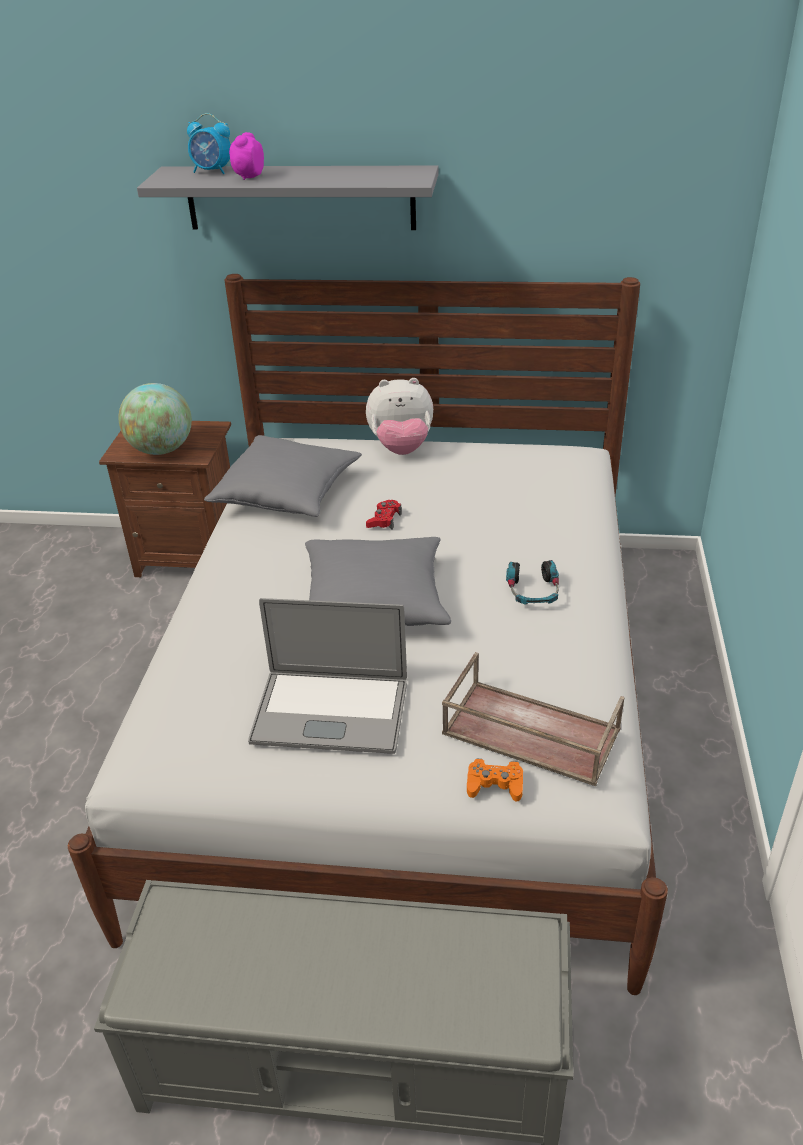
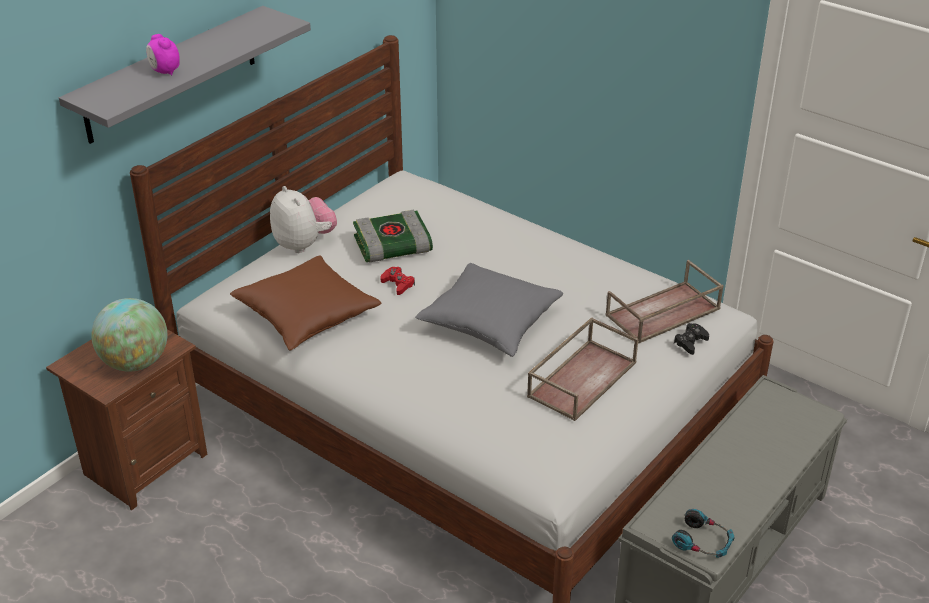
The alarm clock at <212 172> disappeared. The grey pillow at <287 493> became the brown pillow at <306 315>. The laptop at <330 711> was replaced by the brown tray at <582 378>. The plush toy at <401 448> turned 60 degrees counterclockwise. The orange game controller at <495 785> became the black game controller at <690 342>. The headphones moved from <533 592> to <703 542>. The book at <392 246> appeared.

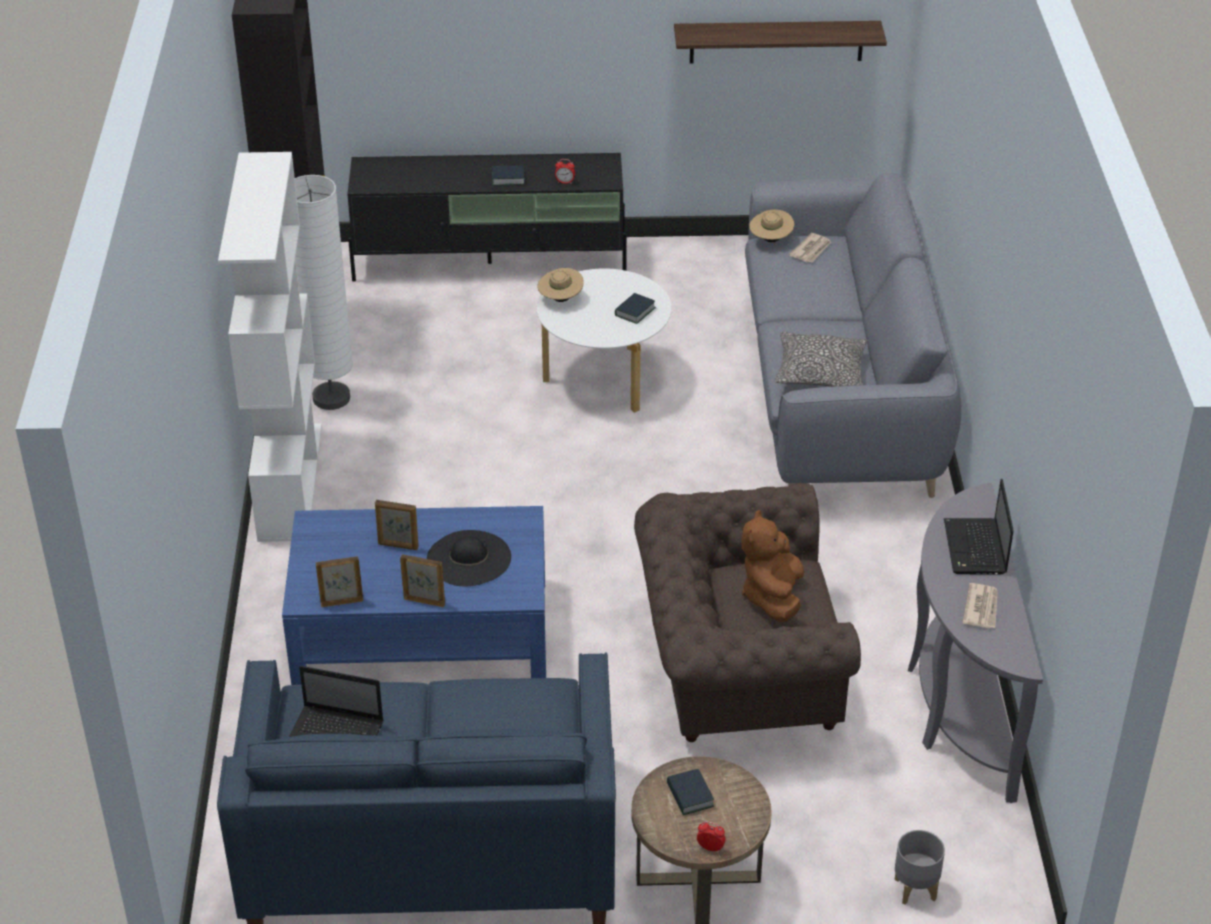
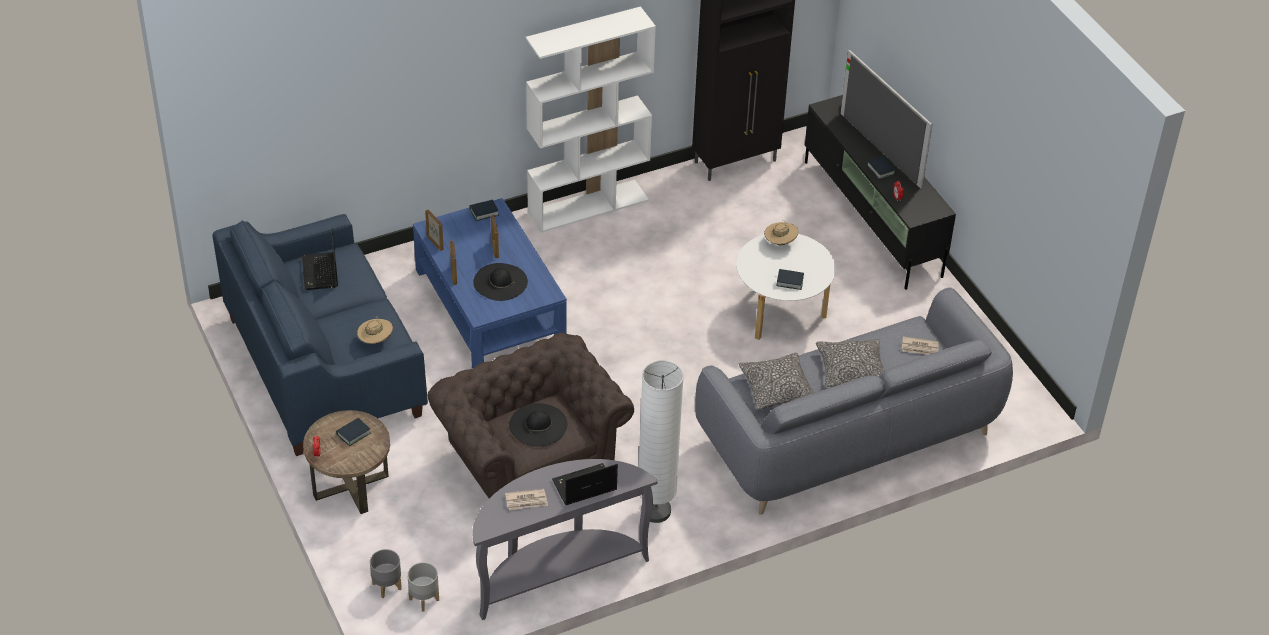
The white floor lamp moved from <331 398> to <656 511>. The shelf at <776 41> disappeared. The brown plush toy at <772 597> was replaced by the black hat at <538 425>. The beige hat moved from <770 239> to <375 340>. The grey planter at <423 599> appeared. The book at <484 212> appeared. The pillow at <851 370> appeared. The television at <880 150> appeared.

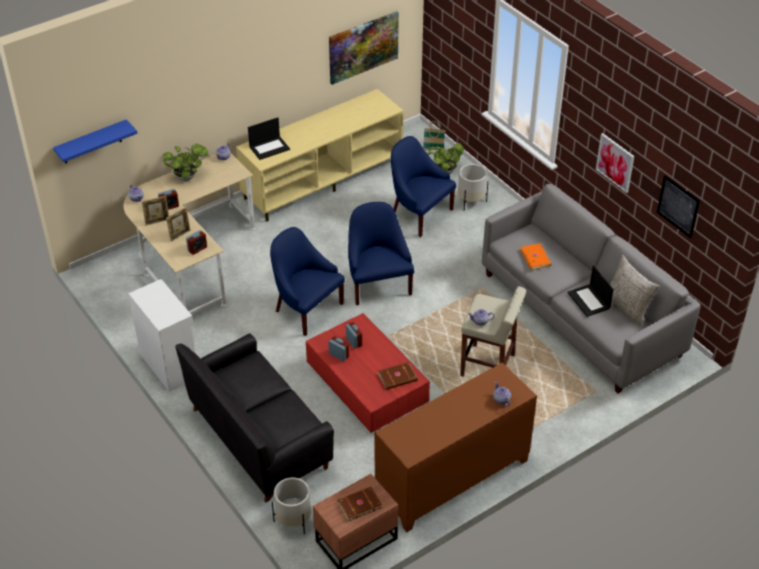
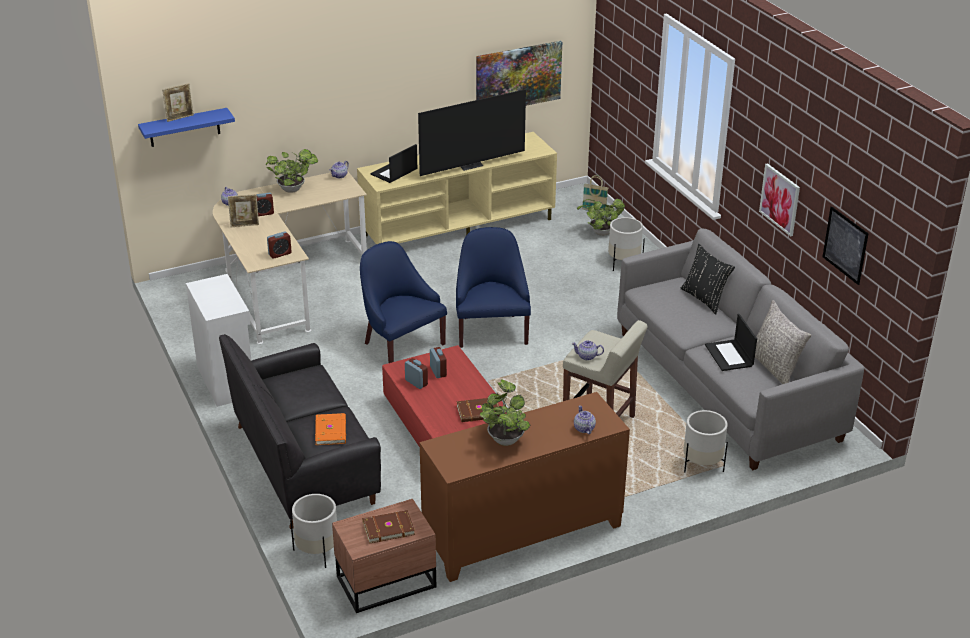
The picture frame moved from <180 235> to <180 118>. The laptop at <269 147> turned 150 degrees clockwise. The blue armchair at <419 214> disappeared. The orange book moved from <536 257> to <331 431>. The television at <470 165> appeared. The potted plant at <505 438> appeared. The black pillow at <704 299> appeared. The white planter at <702 464> appeared.

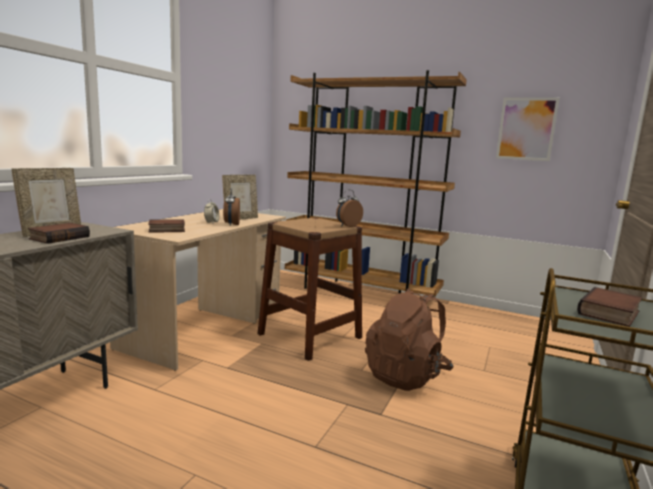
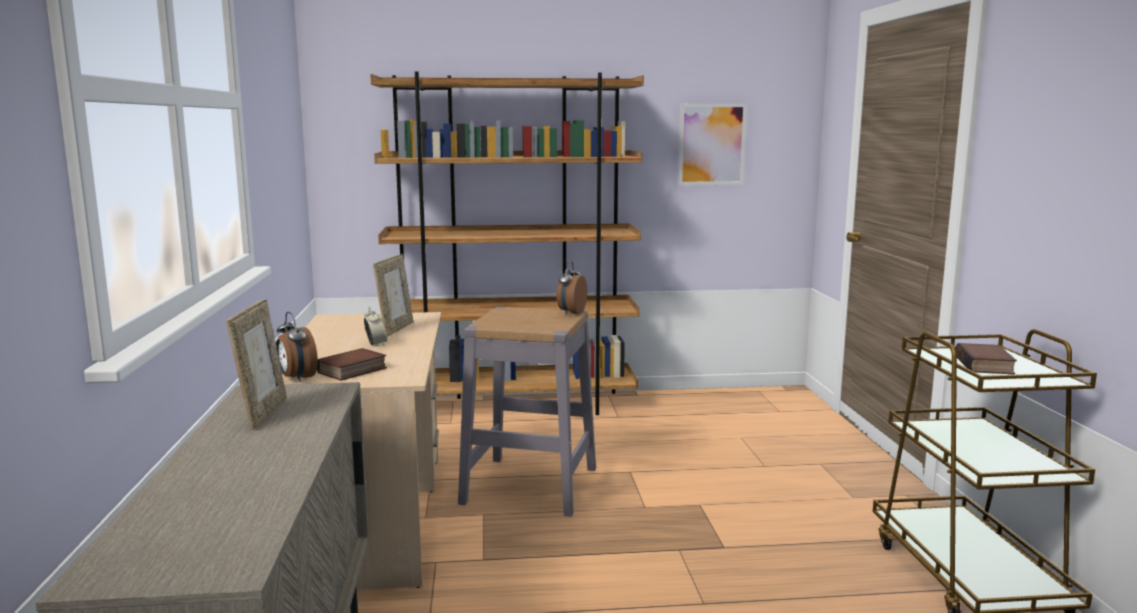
The book at <59 237> disappeared. The alarm clock moved from <231 224> to <296 378>. The brown stool at <310 336> became the grey stool at <530 485>. The brown backpack at <406 375> disappeared.

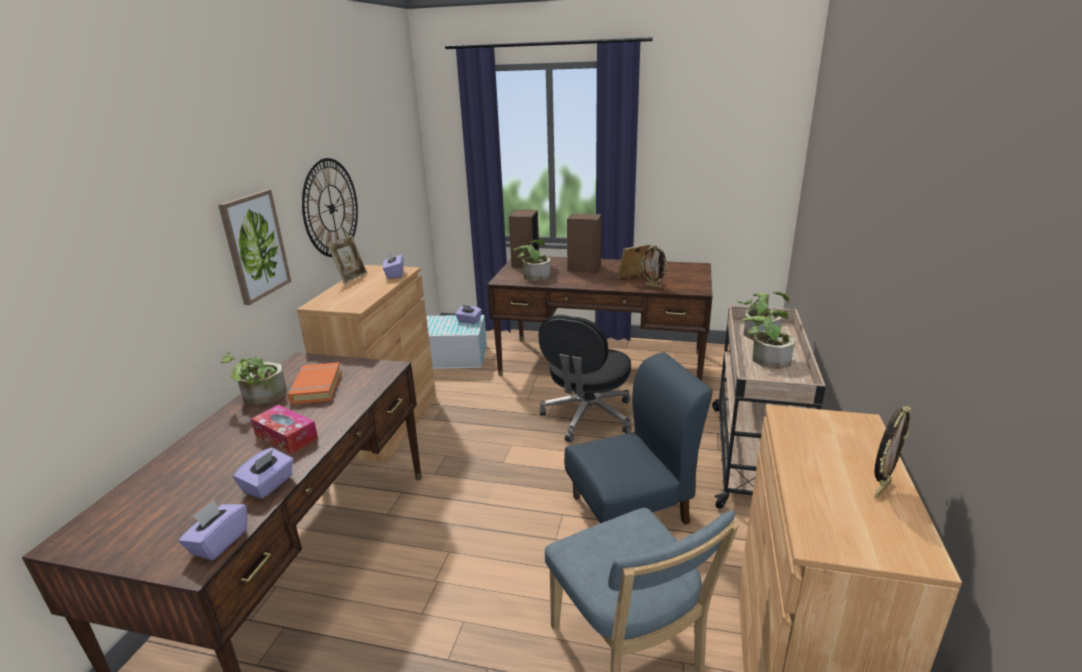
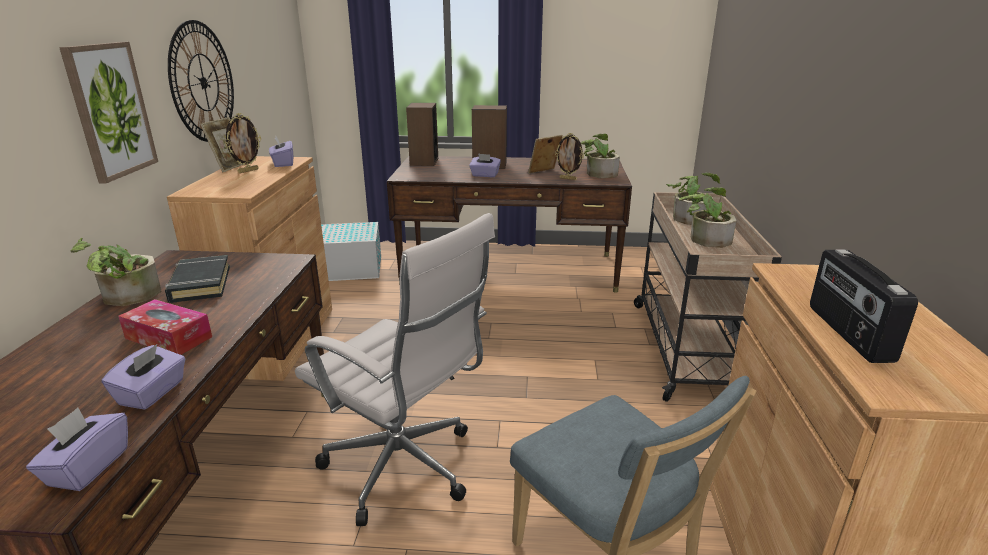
The orange book at <316 387> became the black book at <200 284>. The purple tissue box moved from <469 321> to <485 175>. The potted plant moved from <534 275> to <597 173>. The black office chair at <587 417> disappeared. The blue chair at <631 509> disappeared. The picture frame moved from <880 489> to <248 171>. The white office chair at <405 469> appeared. The radio at <847 333> appeared.

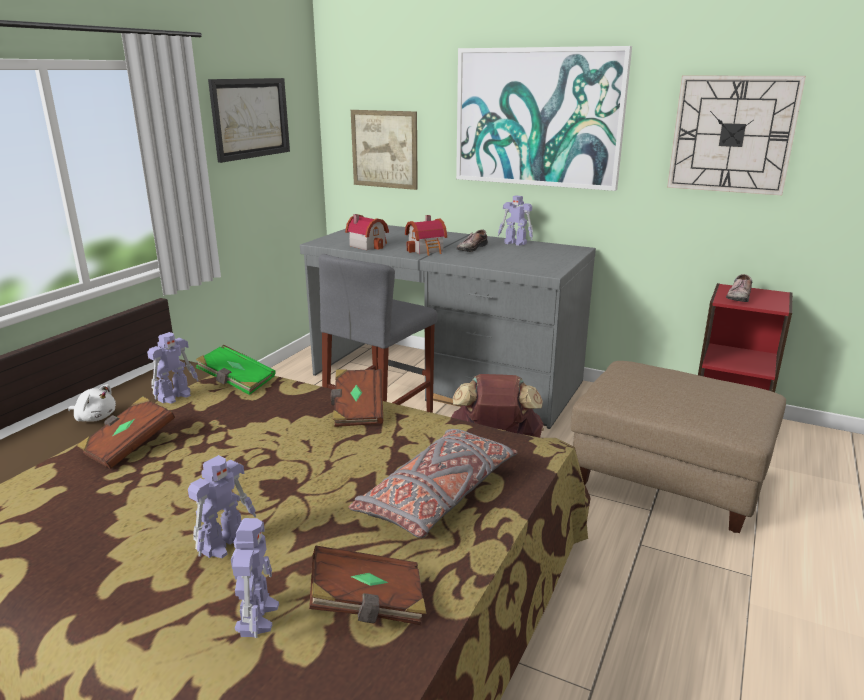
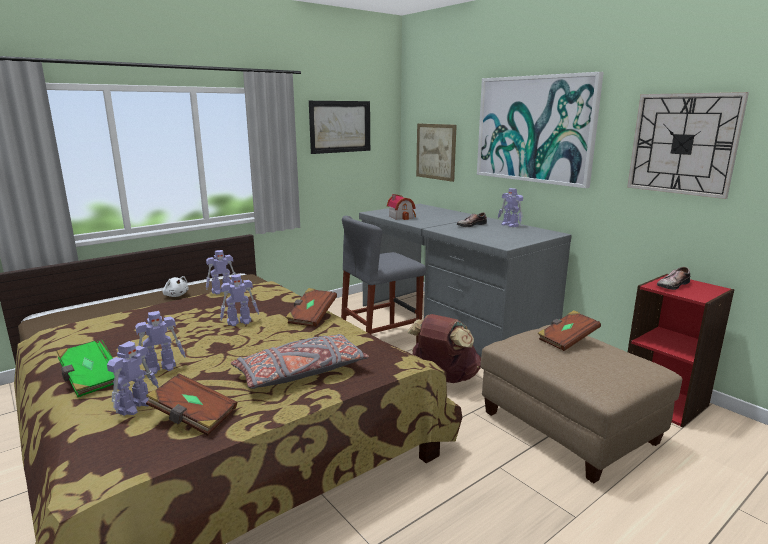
The brown book moved from <129 446> to <566 340>. The green book moved from <237 382> to <91 379>. The toy house at <427 250> disappeared. The toy robot at <240 322> appeared.

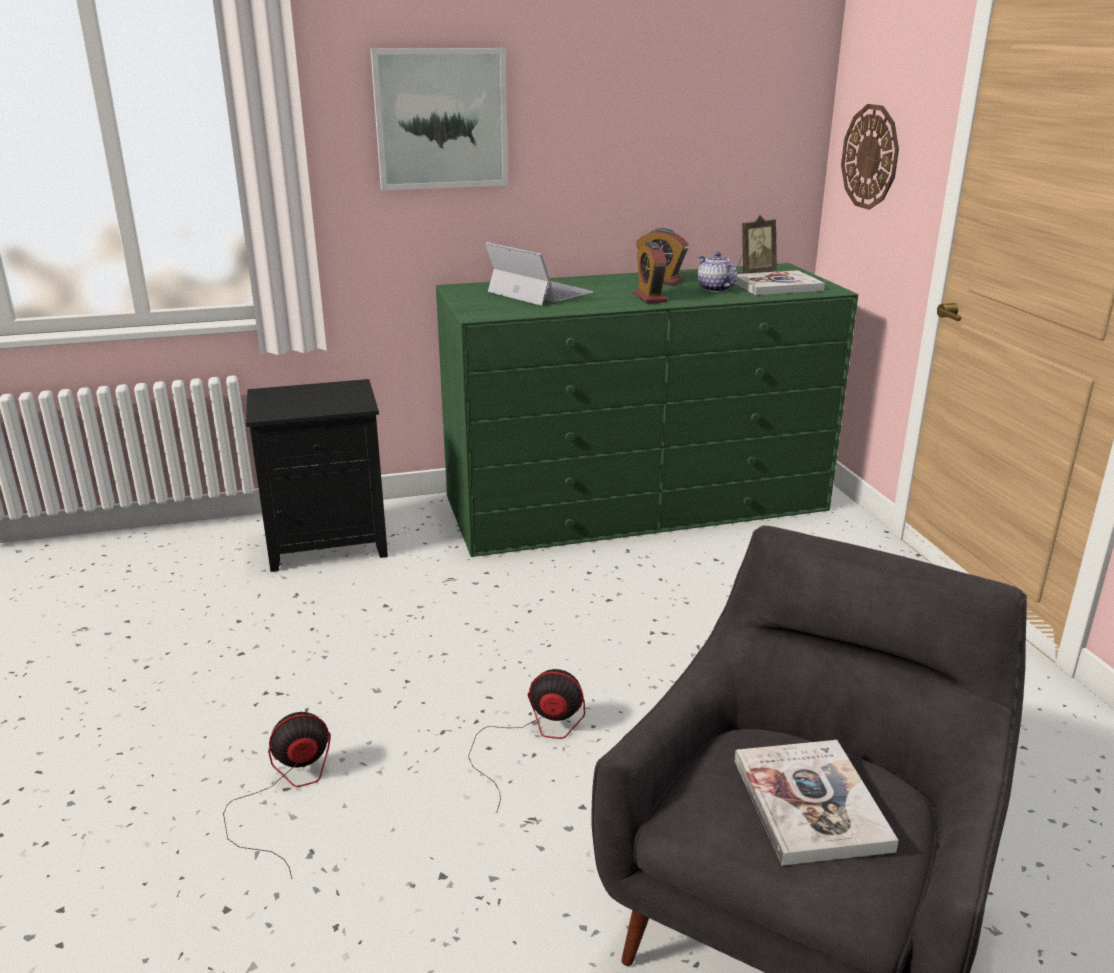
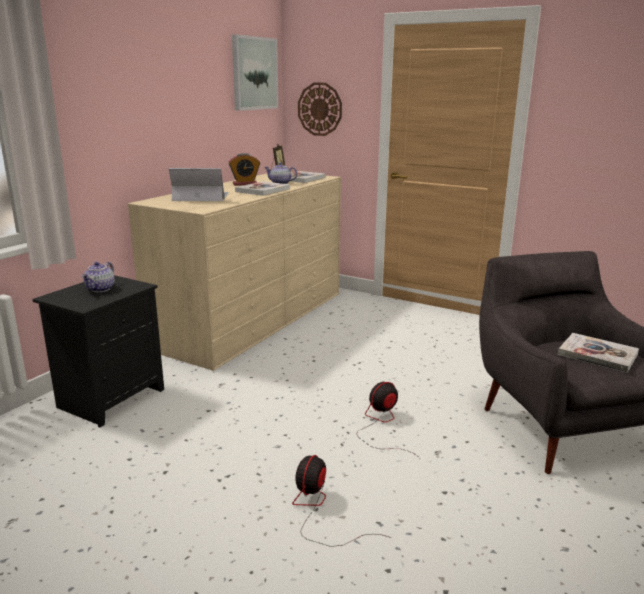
The picture moved from <441 119> to <254 73>. The green dresser at <636 503> became the beige dresser at <252 318>. The alarm clock at <650 297> was replaced by the book at <262 190>. The teapot at <101 289> appeared.

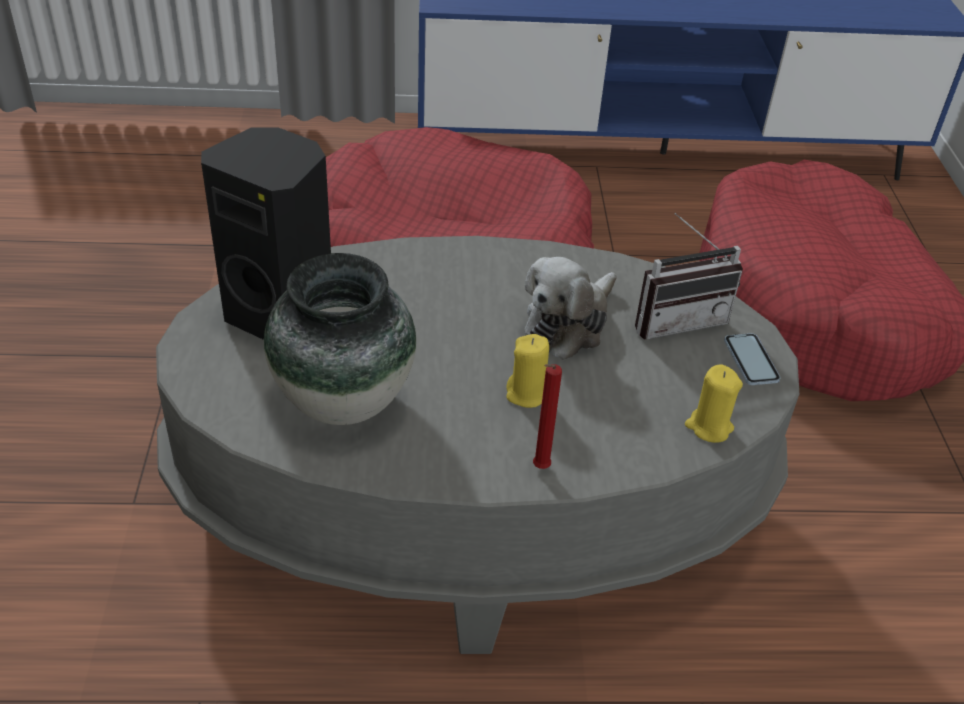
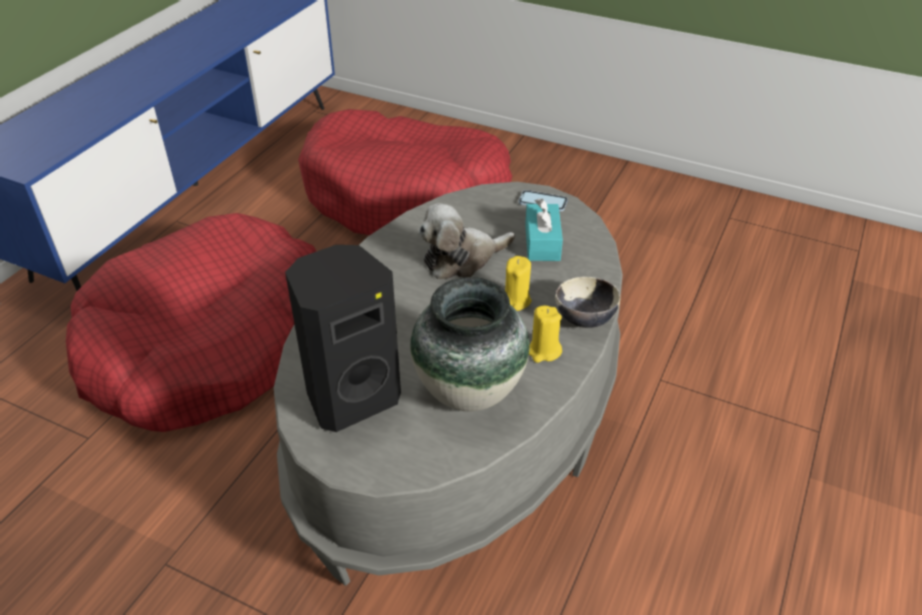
The plush toy at <568 324> turned 90 degrees clockwise. The red candle at <539 468> was replaced by the bowl at <584 319>. The radio at <677 319> disappeared. The yellow candle moved from <709 427> to <543 351>. The turquoise tissue box at <542 242> appeared.

